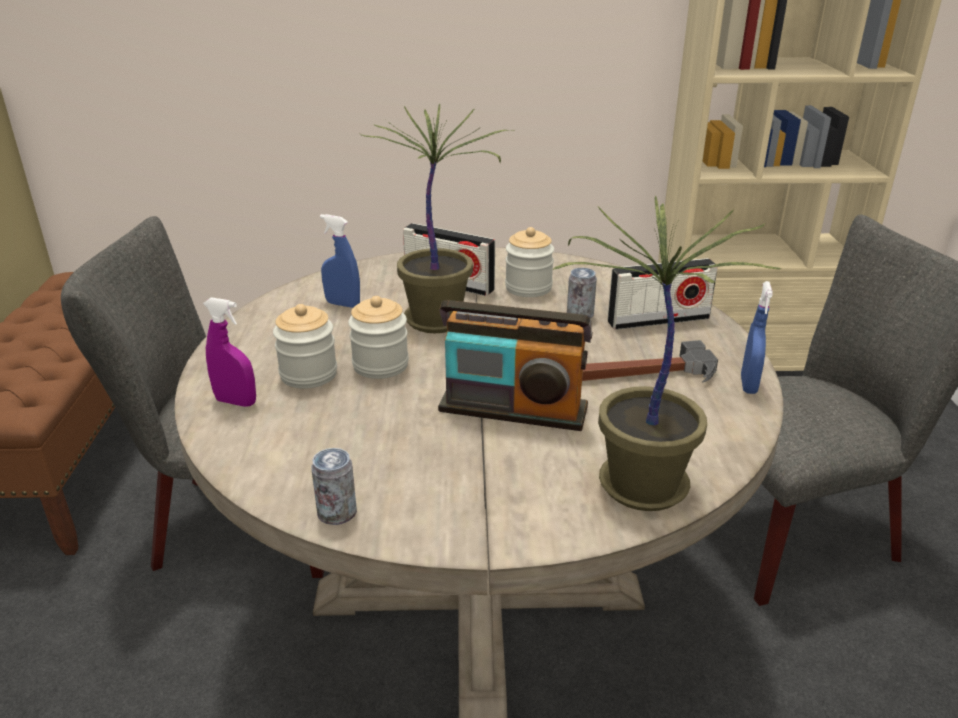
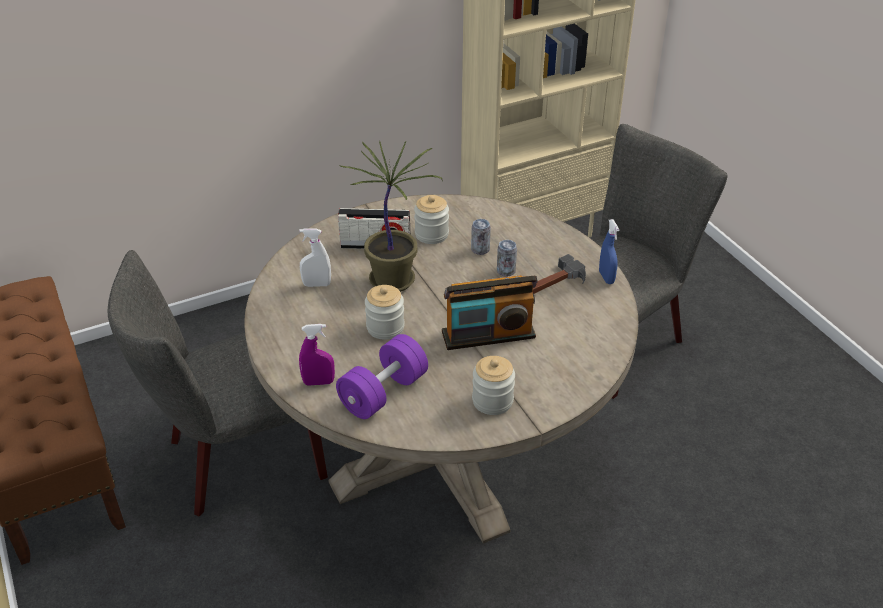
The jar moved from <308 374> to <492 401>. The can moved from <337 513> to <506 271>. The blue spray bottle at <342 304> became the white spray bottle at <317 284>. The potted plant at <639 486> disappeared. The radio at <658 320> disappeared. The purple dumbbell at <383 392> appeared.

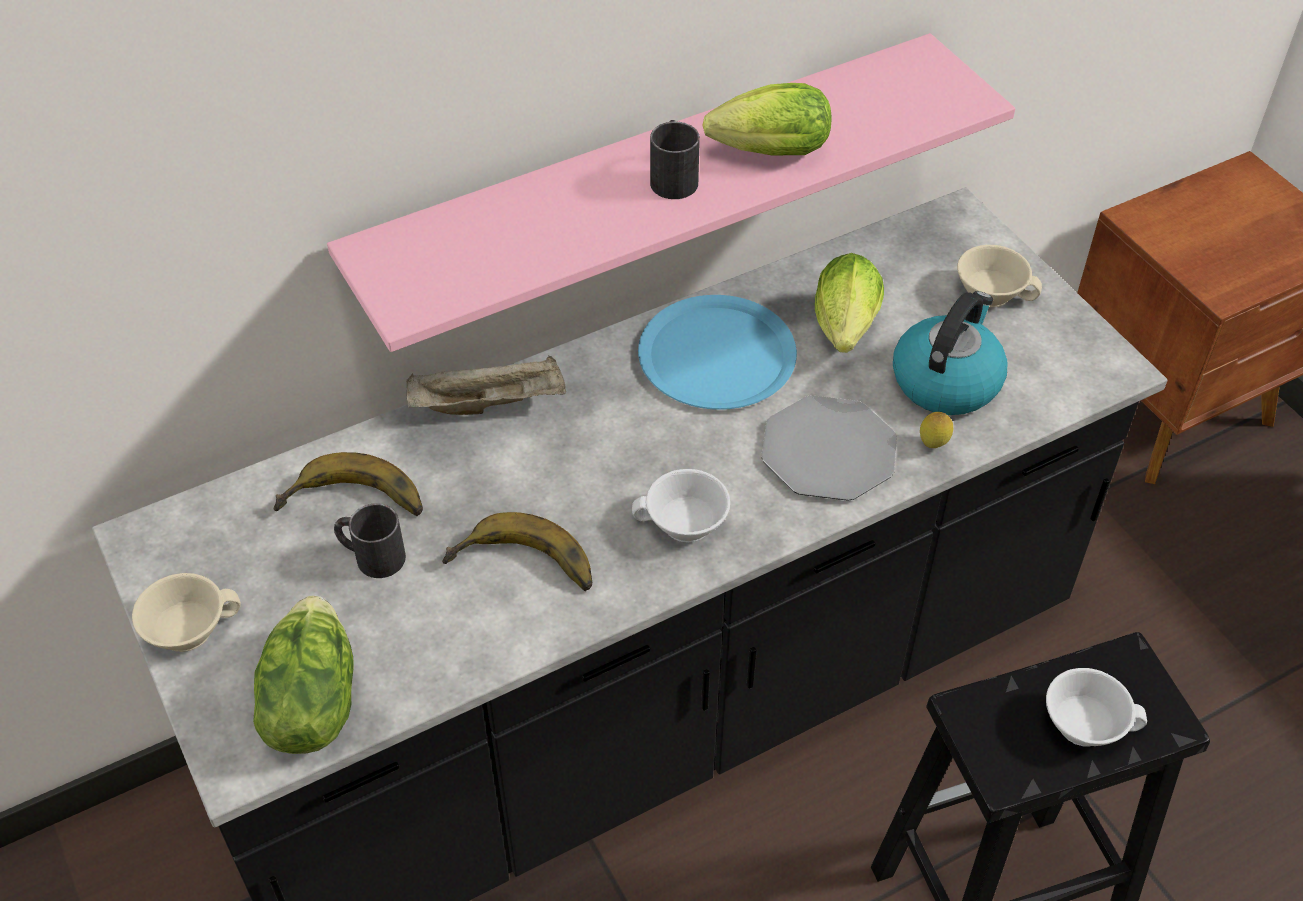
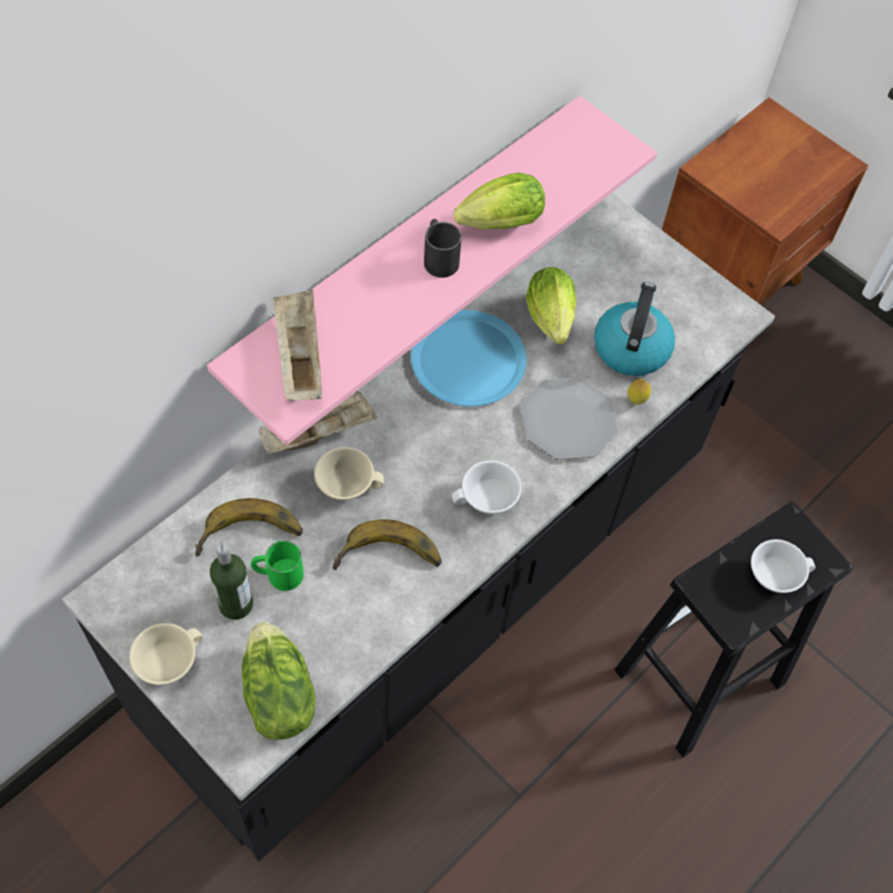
The black mug at <371 556> became the green mug at <278 574>. The beige cup moved from <992 291> to <347 483>. The bottle at <236 604> appeared. The beige tray at <299 356> appeared.

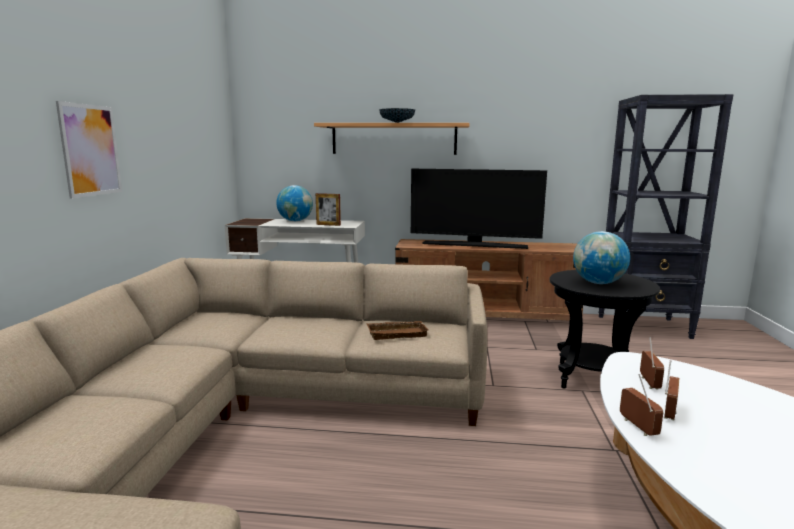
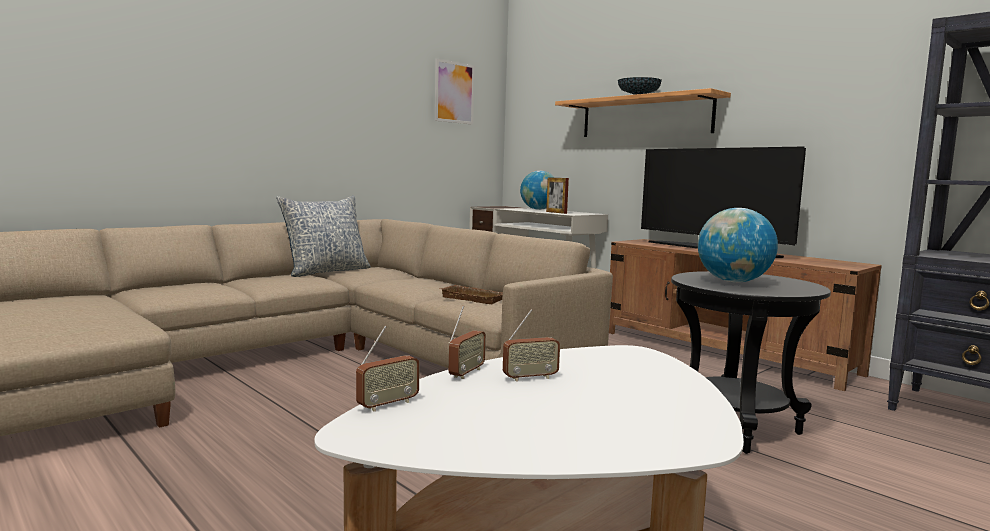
The picture moved from <90 150> to <454 92>. The radio moved from <649 383> to <388 404>. The pillow at <326 271> appeared.

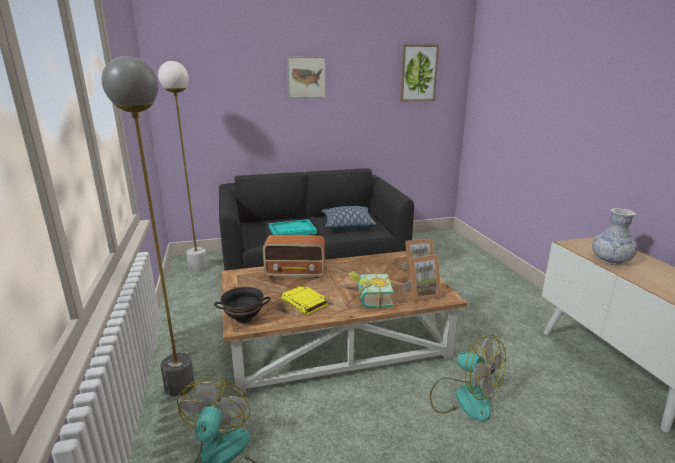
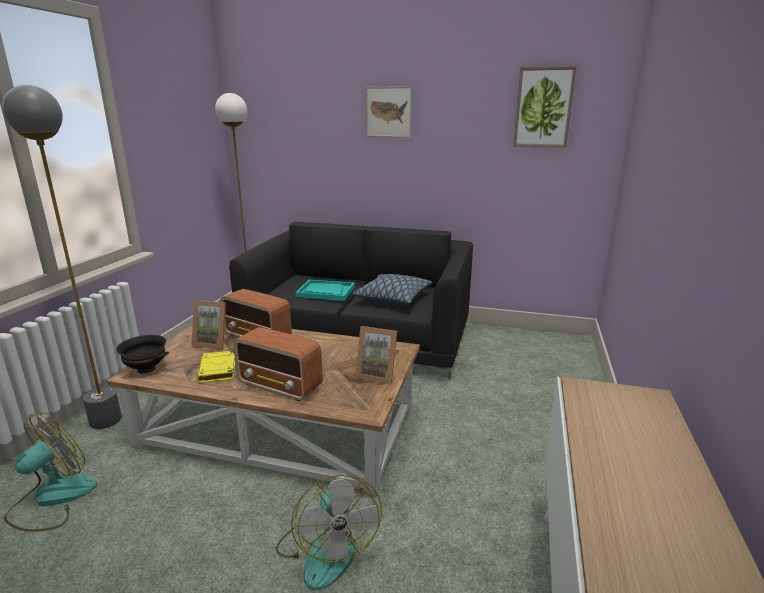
The book at <369 299> was replaced by the radio at <280 386>. The picture frame moved from <421 294> to <213 342>. The vase at <610 260> disappeared.

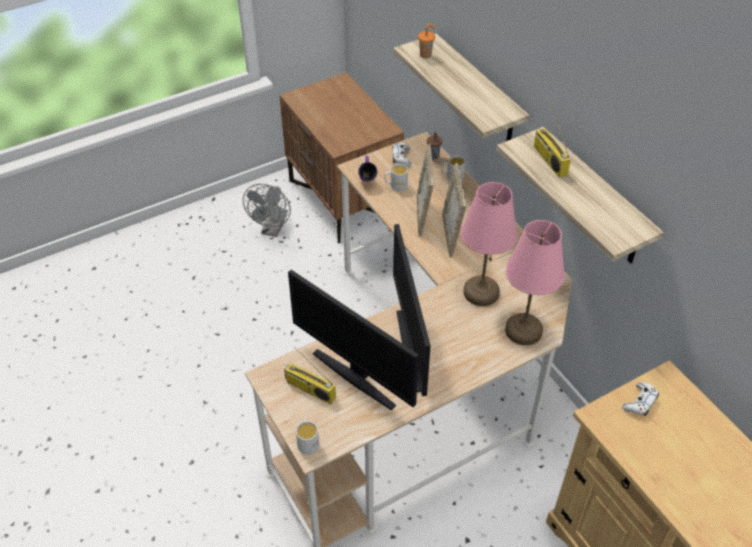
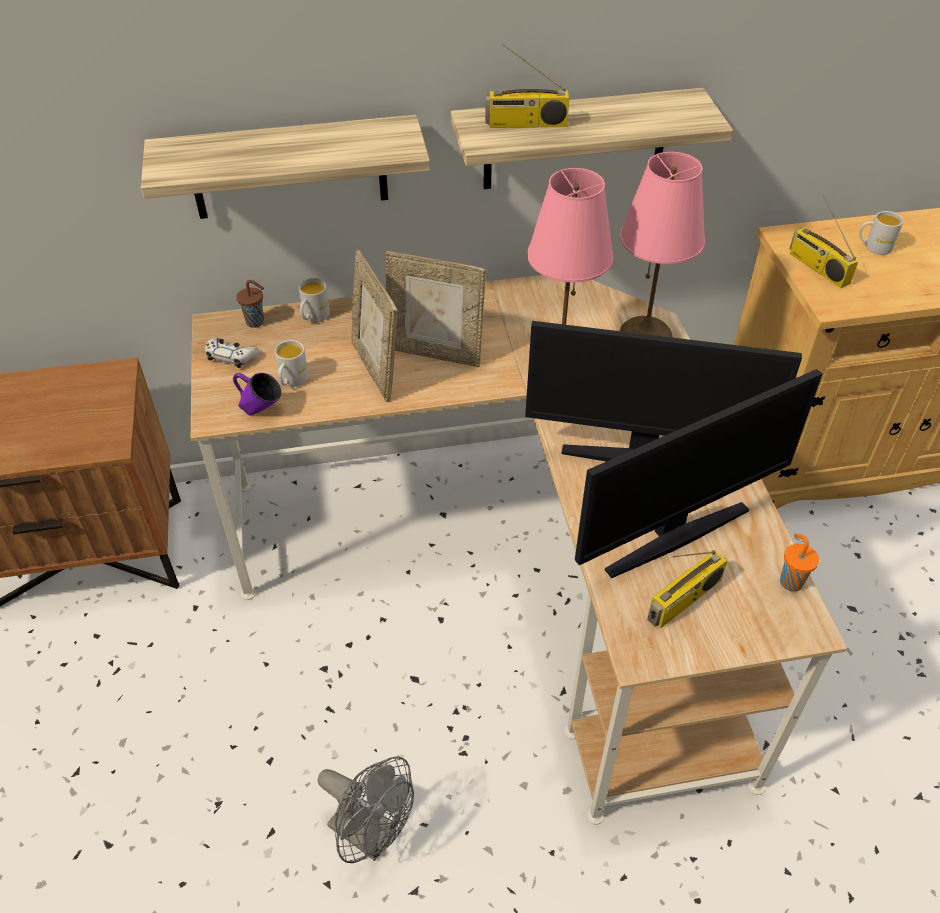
The grey fan moved from <272 230> to <371 835>. The white mug moved from <307 441> to <873 247>. The picture frame at <423 215> turned 45 degrees clockwise. The orange cup moved from <426 55> to <790 581>. The white game controller at <640 402> was replaced by the radio at <817 268>.

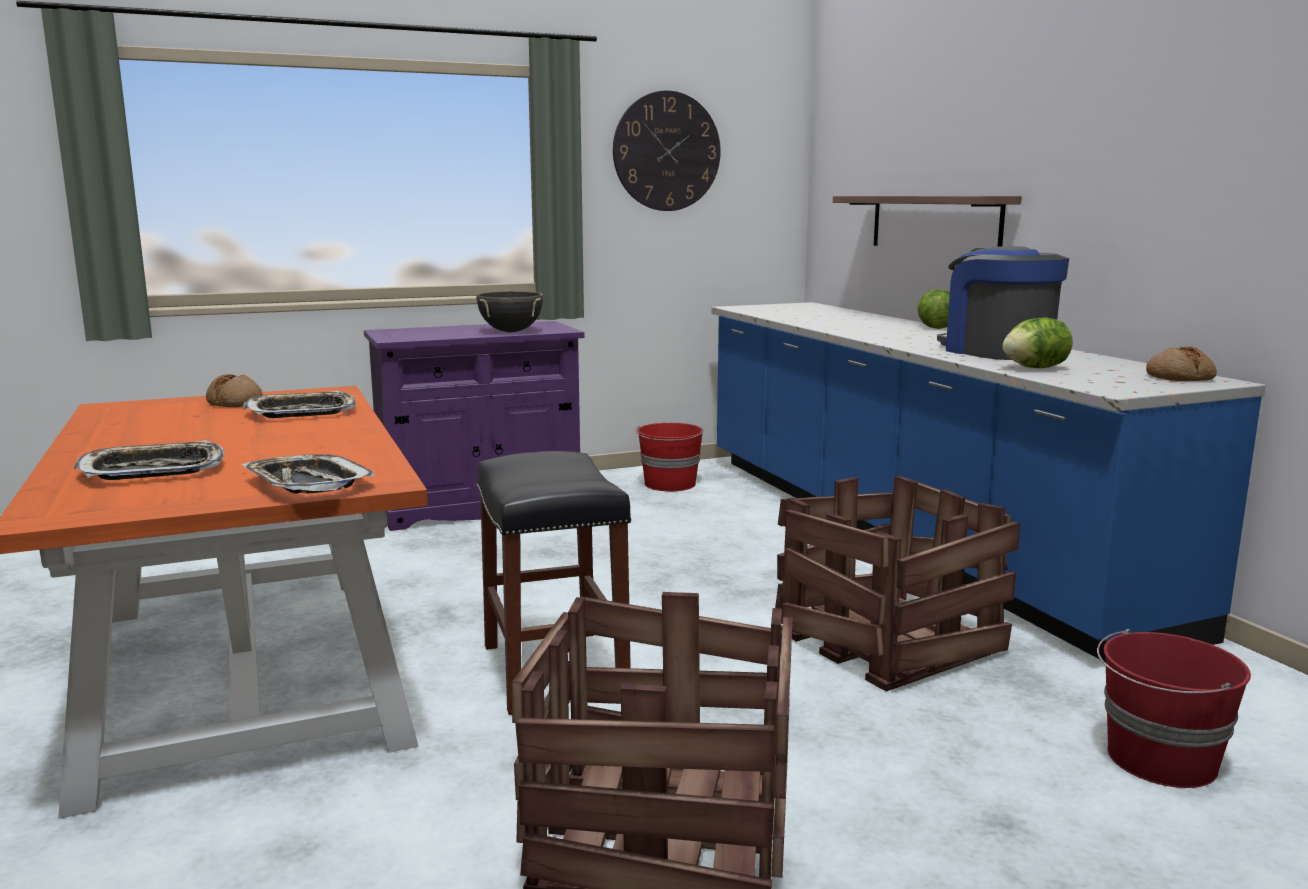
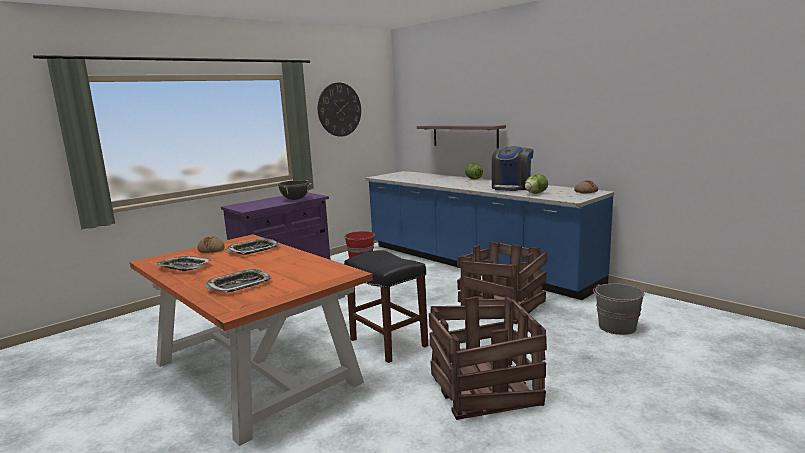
The tray moved from <307 484> to <183 267>. The coffee machine at <996 351> turned 105 degrees counterclockwise. The red bucket at <1160 760> became the grey bucket at <617 327>.

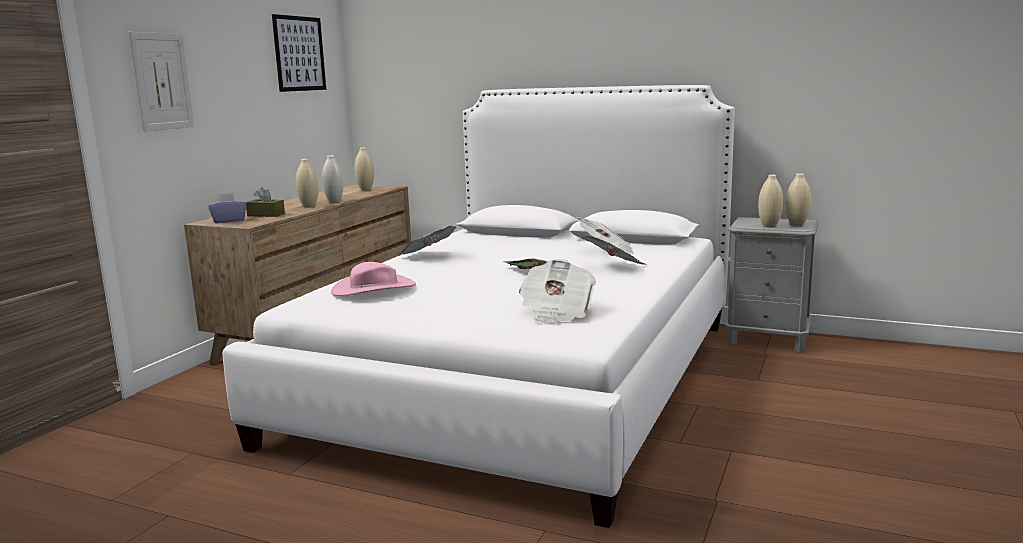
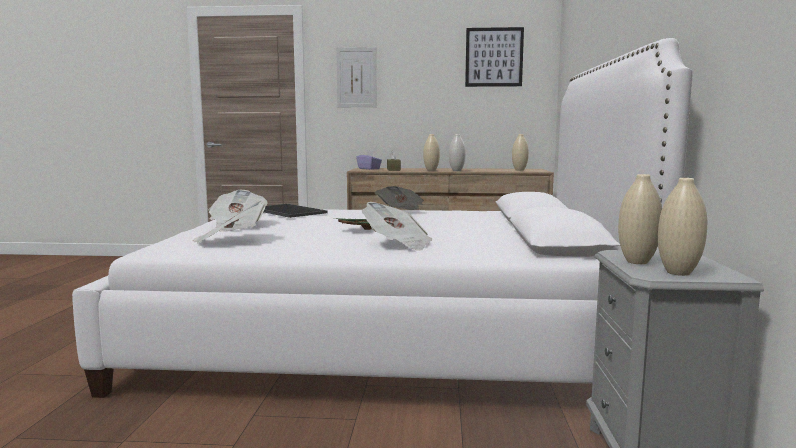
The pink hat at <374 289> was replaced by the tray at <287 211>. The newspaper moved from <606 251> to <237 226>.

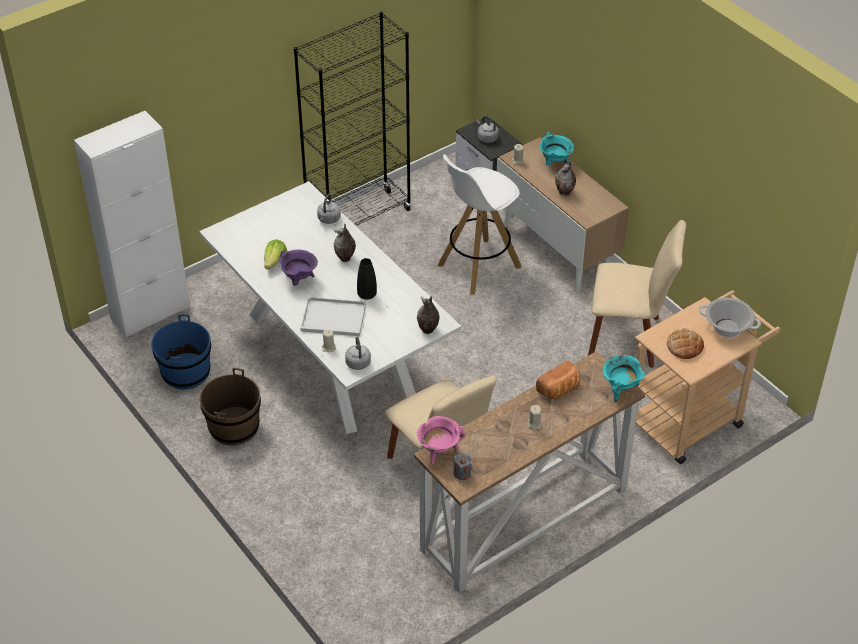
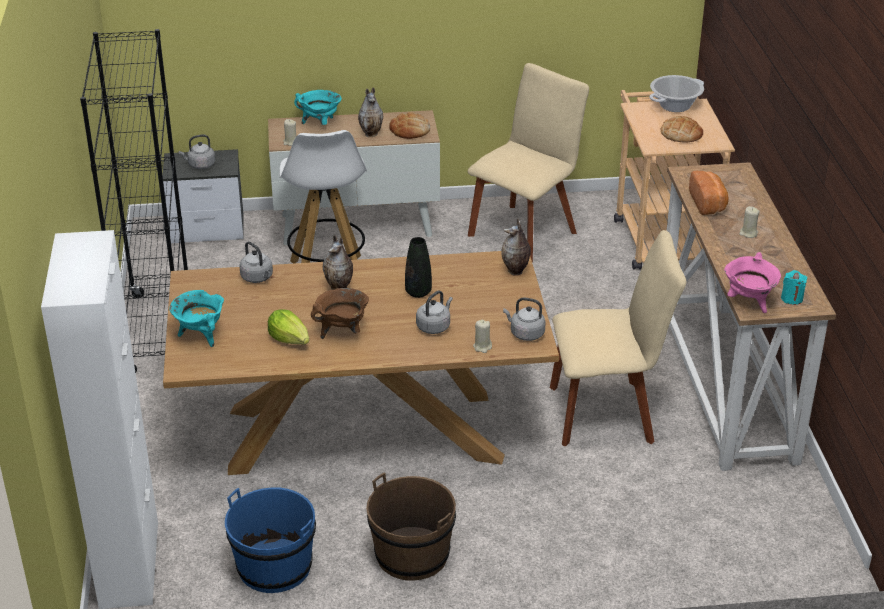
The white dining table at <329 355> became the brown dining table at <362 433>. The purple cooking pot at <299 280> became the brown cooking pot at <342 332>. The white tray at <335 317> was replaced by the grey kettle at <434 326>. The grey candle at <462 473> became the turquoise candle at <792 298>. The turquoise cooking pot moved from <620 389> to <200 335>. The bread at <410 130> appeared.

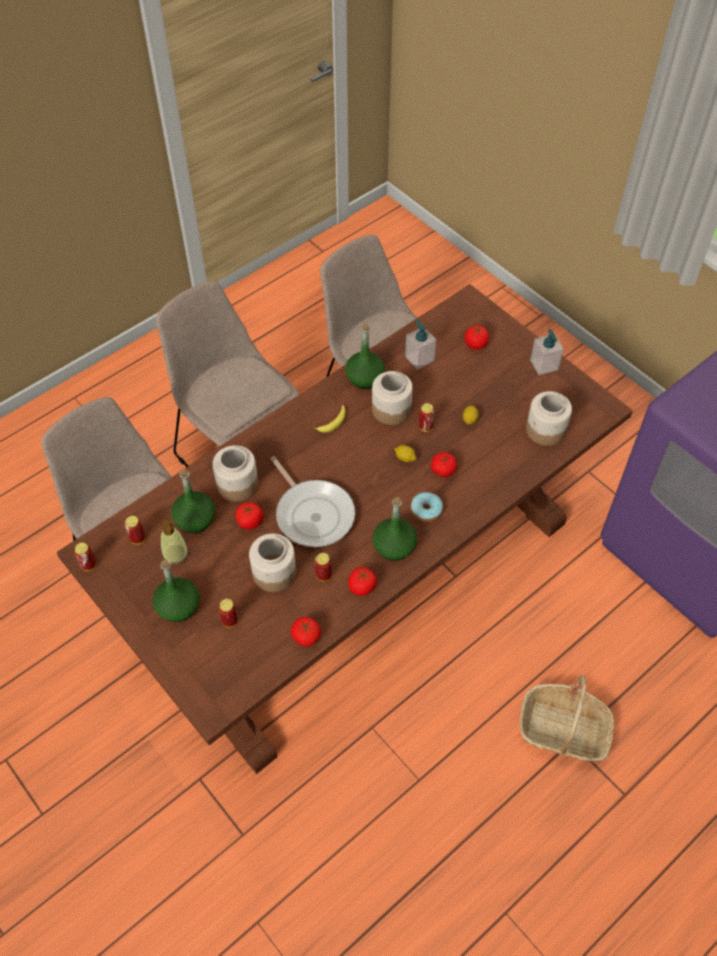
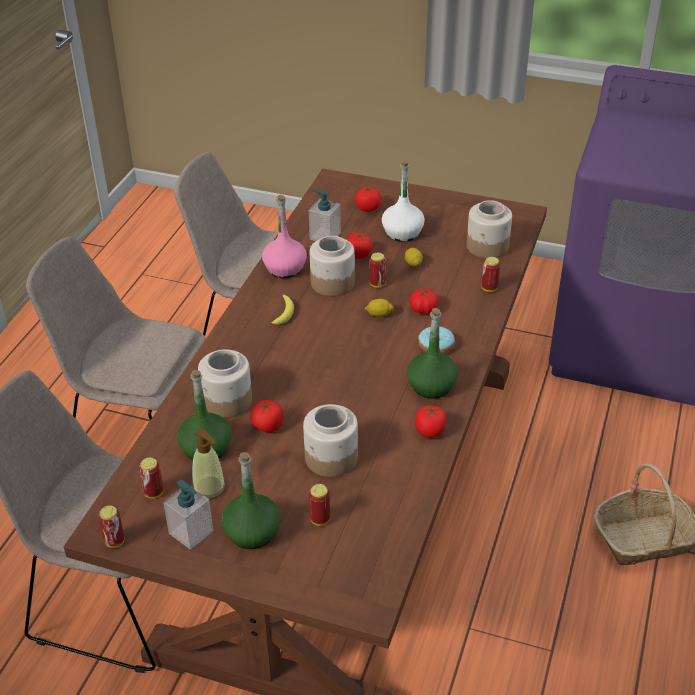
The frying pan at <313 513> disappeared. The tomato moved from <306 637> to <358 255>. The can moved from <323 575> to <489 288>. The green bottle at <365 378> became the pink bottle at <285 268>. The soap dispenser moved from <544 365> to <191 532>. The white bottle at <402 232> appeared.

